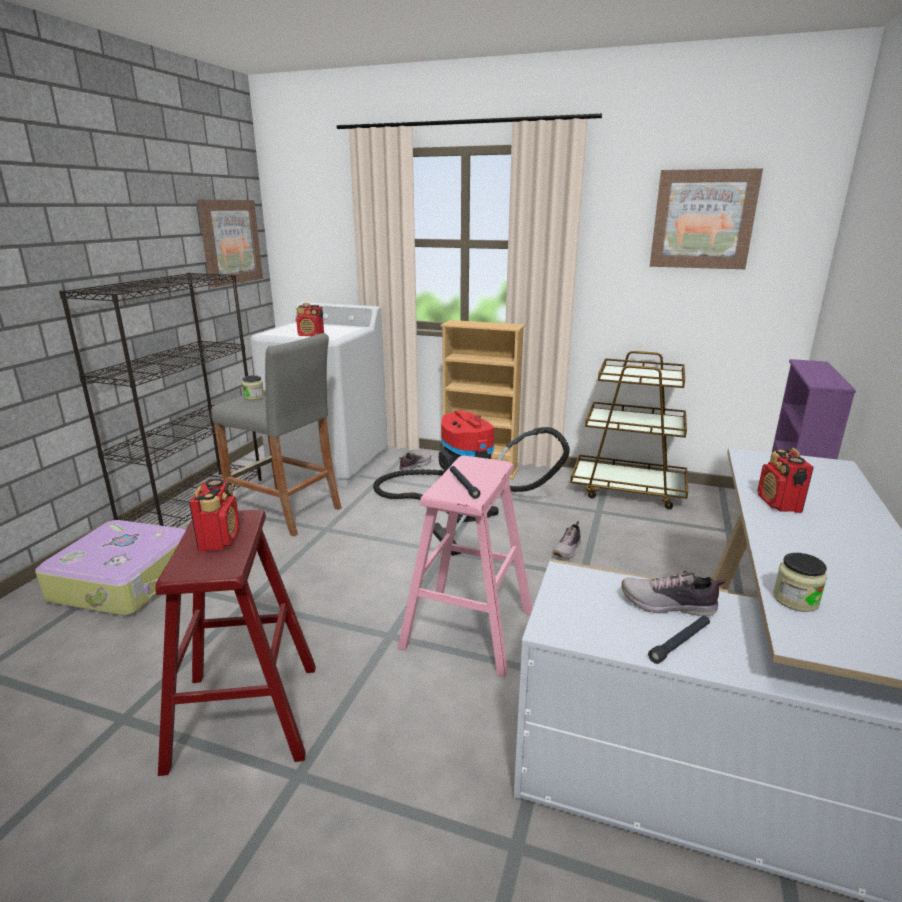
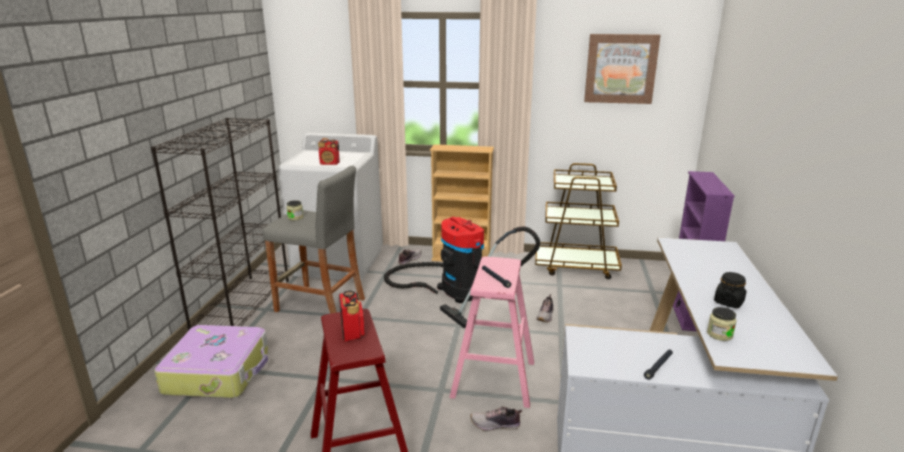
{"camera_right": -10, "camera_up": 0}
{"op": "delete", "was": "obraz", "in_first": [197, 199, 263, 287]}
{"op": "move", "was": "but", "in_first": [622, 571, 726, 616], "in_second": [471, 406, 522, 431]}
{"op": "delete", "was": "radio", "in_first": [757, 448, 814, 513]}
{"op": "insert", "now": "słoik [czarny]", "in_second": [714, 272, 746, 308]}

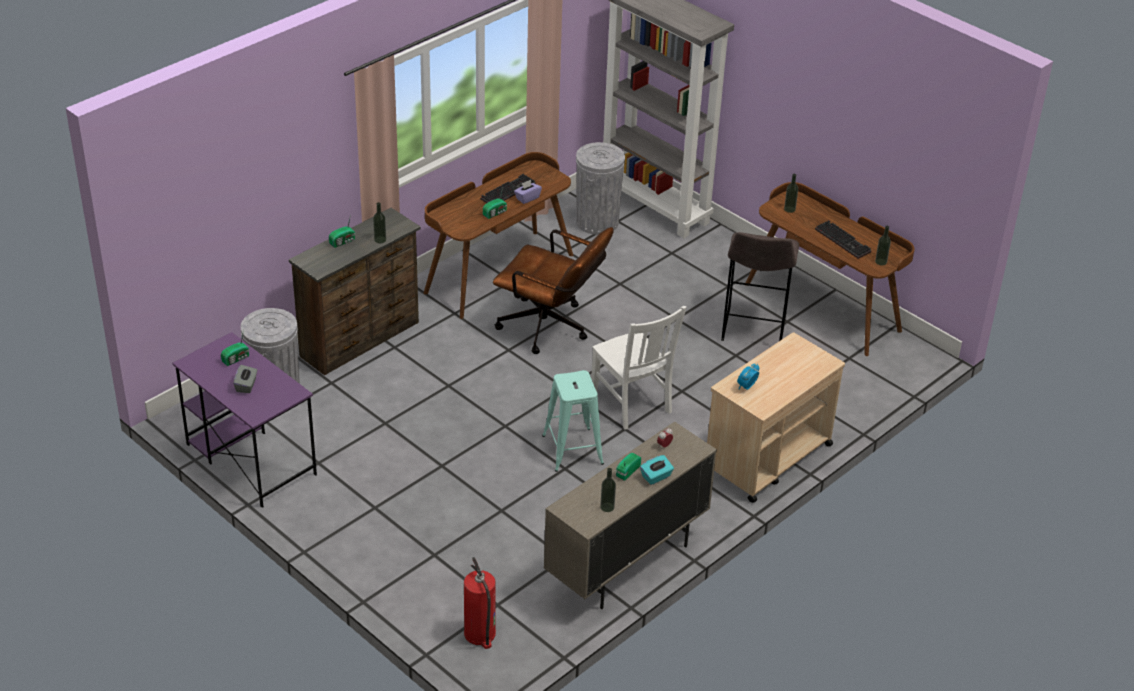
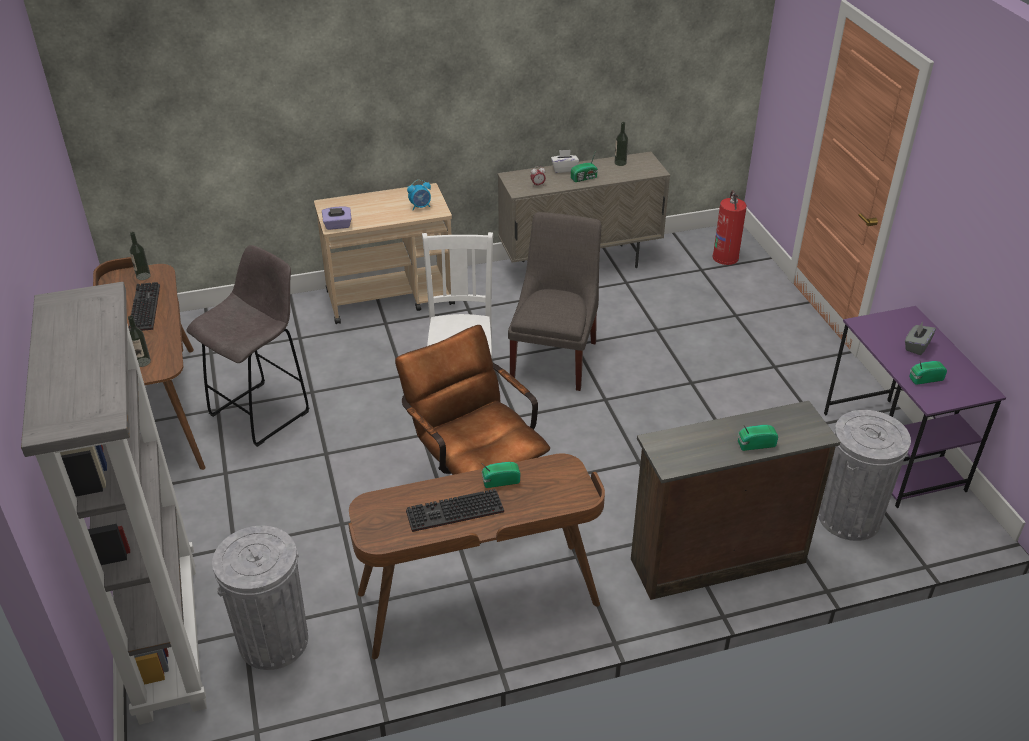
{"camera_right": -150, "camera_up": 0}
{"op": "delete", "was": "butelka", "in_first": [373, 202, 386, 243]}
{"op": "move", "was": "pudełko chusteczek [fioletowy]", "in_first": [514, 180, 542, 204], "in_second": [322, 207, 351, 230]}
{"op": "replace", "was": "stołek [turkusowy]", "now": "krzesło [szary]", "in_first": [542, 370, 604, 472], "in_second": [508, 212, 602, 391]}
{"op": "recolor", "was": "pudełko chusteczek [turkusowy]", "now": "pudełko chusteczek [biały]", "in_first": [640, 455, 674, 485], "in_second": [551, 150, 579, 173]}

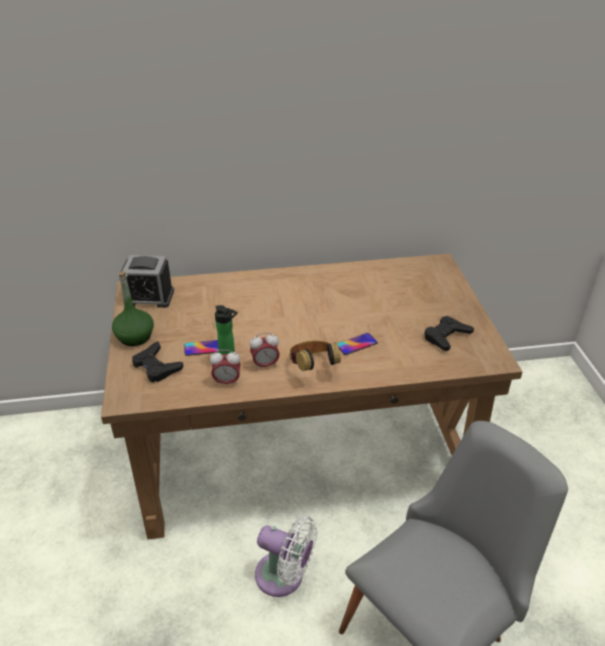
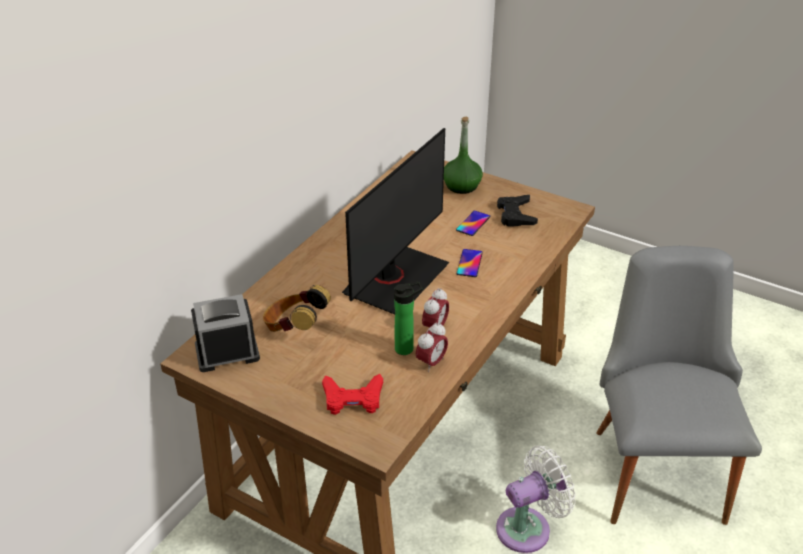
{"camera_right": -50, "camera_up": 0}
{"op": "move", "was": "butelka [zielony]", "in_first": [112, 271, 154, 346], "in_second": [444, 116, 483, 194]}
{"op": "rotate", "was": "budzik", "in_first": [121, 255, 174, 308], "in_second": [191, 294, 260, 372], "clockwise": -150}
{"op": "recolor", "was": "pad do gier [czarny]", "now": "pad do gier [czerwony]", "in_first": [132, 341, 183, 383], "in_second": [322, 374, 383, 415]}
{"op": "move", "was": "telefon", "in_first": [184, 340, 219, 356], "in_second": [456, 211, 490, 236]}
{"op": "move", "was": "słuchawki", "in_first": [290, 341, 341, 371], "in_second": [263, 285, 331, 332]}
{"op": "insert", "now": "monitor", "in_second": [342, 128, 449, 314]}

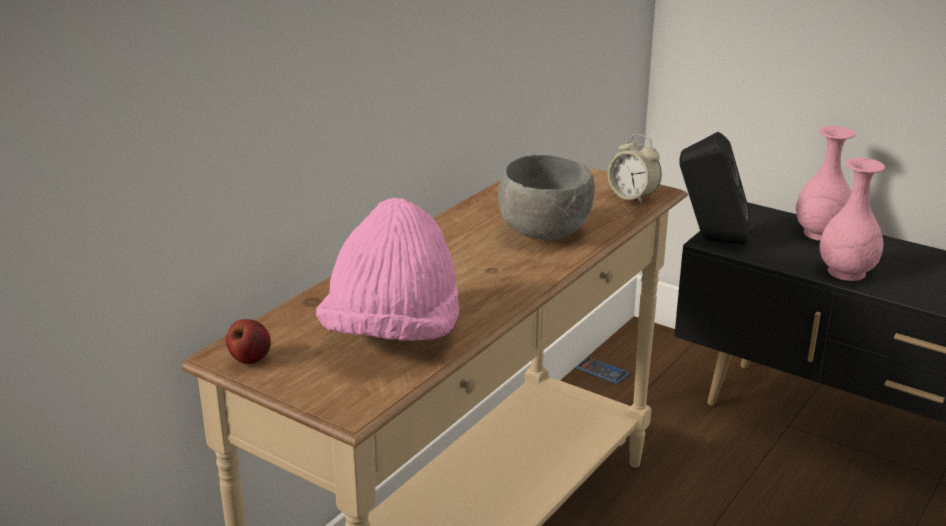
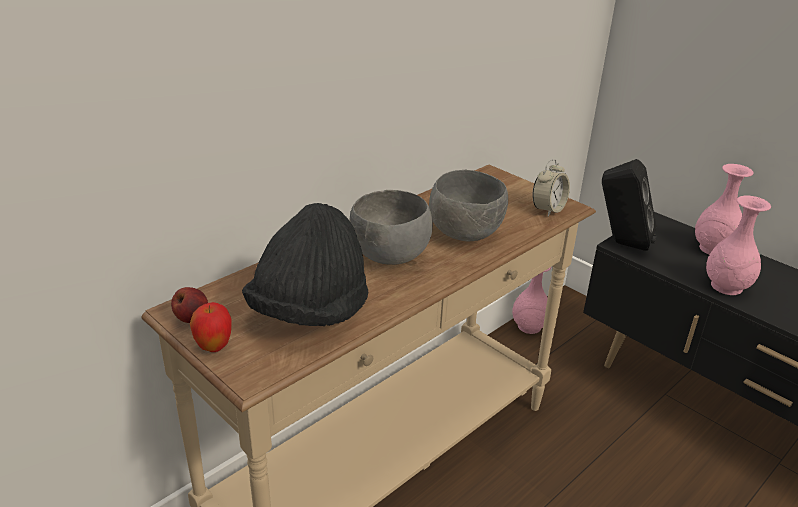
{"camera_right": 10, "camera_up": 5}
{"op": "recolor", "was": "kapelusz [różowy]", "now": "kapelusz [czarny]", "in_first": [316, 198, 459, 341], "in_second": [242, 203, 368, 326]}
{"op": "replace", "was": "telefon", "now": "wazon [różowy]", "in_first": [576, 357, 629, 384], "in_second": [512, 267, 551, 334]}
{"op": "rotate", "was": "budzik", "in_first": [608, 134, 662, 204], "in_second": [532, 159, 570, 217], "clockwise": -105}
{"op": "insert", "now": "jabłko", "in_second": [190, 302, 232, 352]}
{"op": "insert", "now": "miska [szary]", "in_second": [350, 190, 433, 265]}

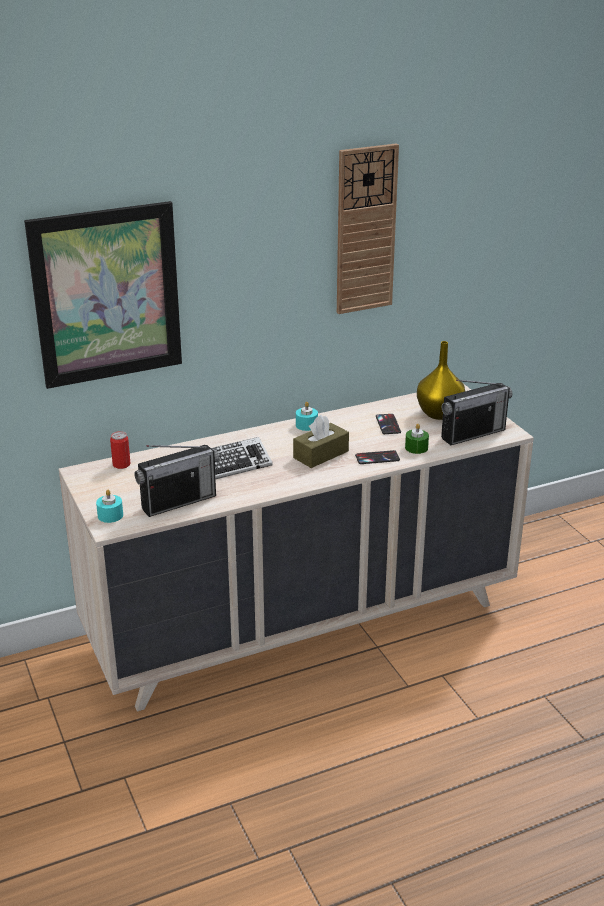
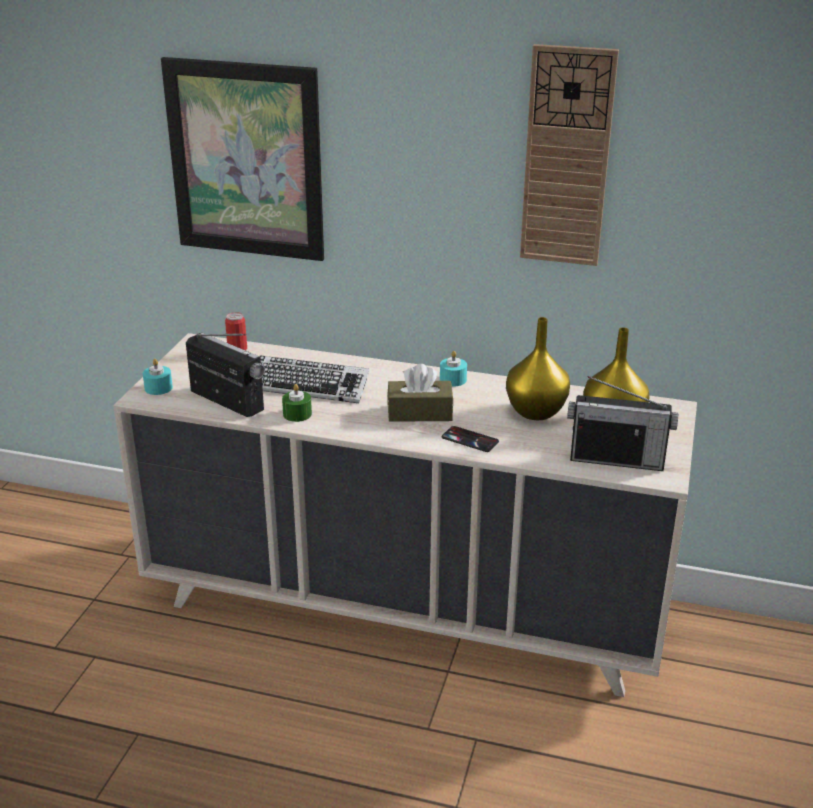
{"camera_right": 40, "camera_up": 0}
{"op": "rotate", "was": "radio", "in_first": [134, 445, 219, 517], "in_second": [186, 333, 265, 417], "clockwise": -150}
{"op": "replace", "was": "telefon", "now": "wazon [żółty]", "in_first": [376, 414, 401, 434], "in_second": [506, 317, 570, 420]}
{"op": "move", "was": "świeca [zielony]", "in_first": [405, 424, 429, 454], "in_second": [282, 384, 312, 422]}

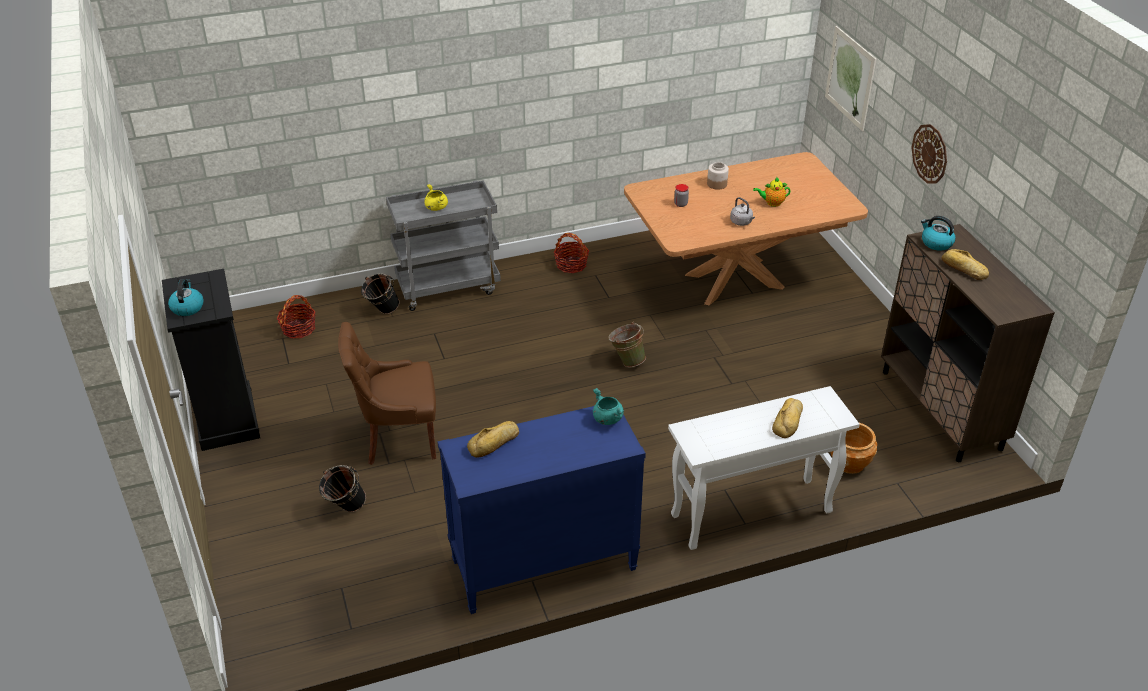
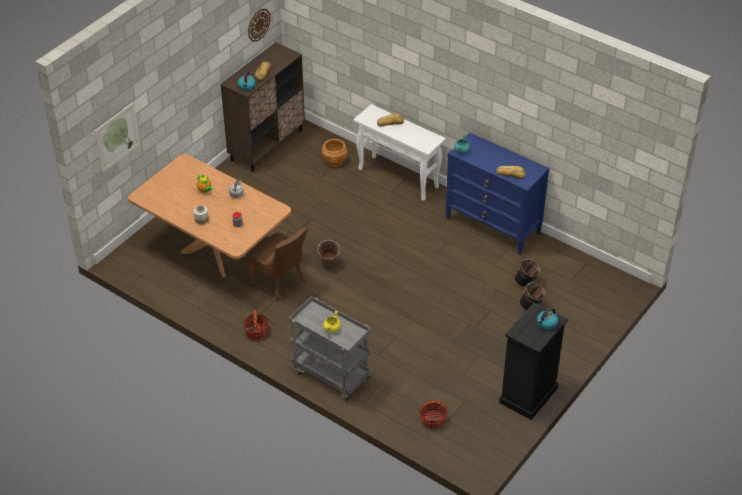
{"camera_right": -125, "camera_up": 5}
{"op": "move", "was": "krzesło [brązowy]", "in_first": [338, 322, 436, 465], "in_second": [246, 227, 308, 301]}
{"op": "move", "was": "wiadro [czarny]", "in_first": [361, 273, 400, 314], "in_second": [514, 259, 541, 287]}
{"op": "move", "was": "zegar ścienny", "in_first": [911, 124, 947, 183], "in_second": [248, 9, 271, 42]}

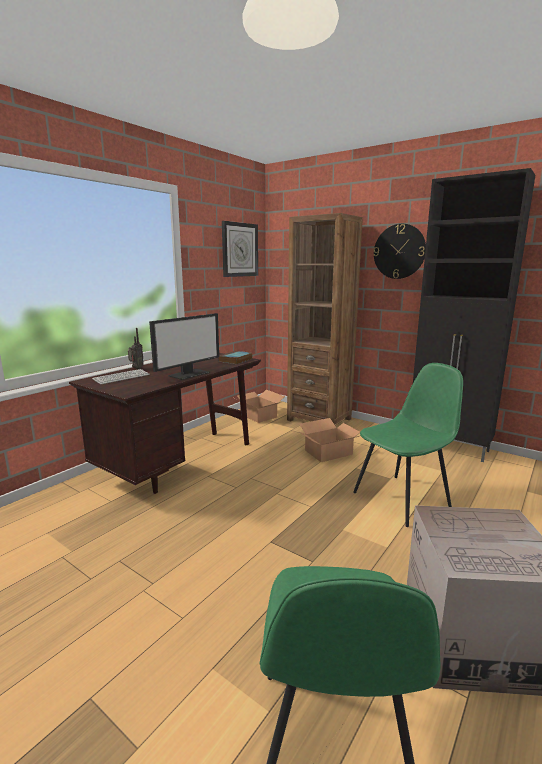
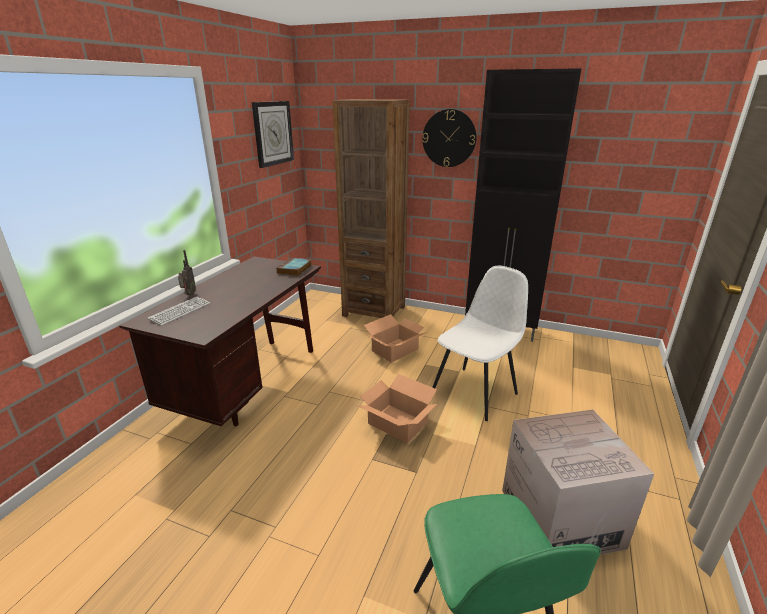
{"camera_right": -15, "camera_up": 10}
{"op": "delete", "was": "monitor", "in_first": [149, 313, 219, 380]}
{"op": "move", "was": "karton", "in_first": [237, 390, 285, 423], "in_second": [359, 374, 437, 443]}
{"op": "recolor", "was": "krzesło [zielony]", "now": "krzesło [biały]", "in_first": [353, 363, 463, 527], "in_second": [432, 266, 528, 421]}

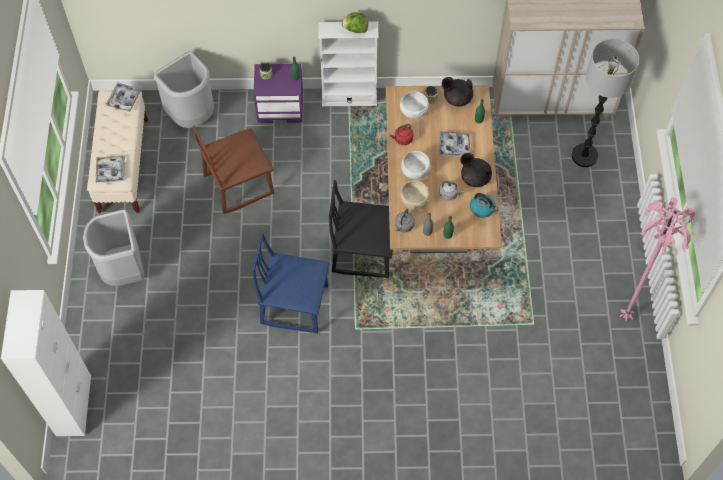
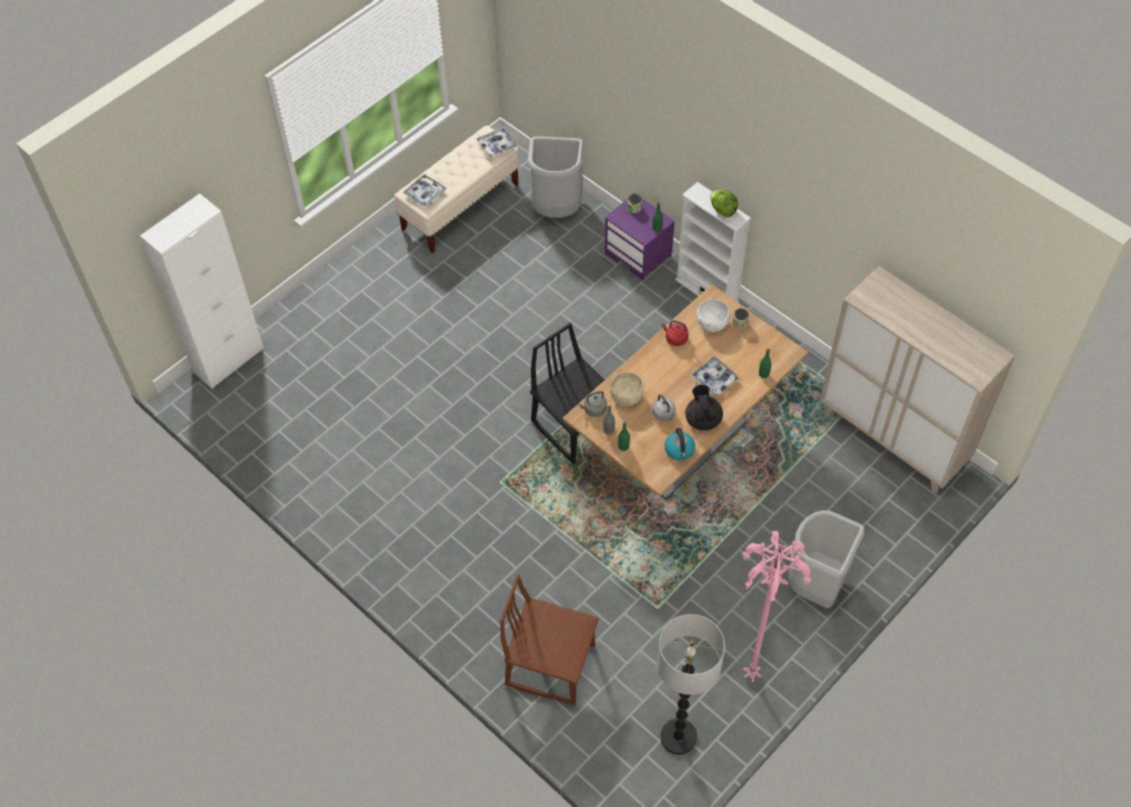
{"camera_right": 45, "camera_up": -5}
{"op": "move", "was": "kosz na śmieci [szary]", "in_first": [83, 209, 145, 286], "in_second": [788, 510, 864, 608]}
{"op": "move", "was": "krzesło [brązowy]", "in_first": [193, 126, 274, 214], "in_second": [500, 574, 599, 706]}
{"op": "delete", "was": "krzesło [niebieski]", "in_first": [252, 233, 330, 334]}
{"op": "delete", "was": "miska [biały]", "in_first": [401, 151, 430, 179]}
{"op": "delete", "was": "imbryk [czarny]", "in_first": [442, 77, 473, 106]}
{"op": "move", "was": "lampa stojąca", "in_first": [572, 39, 639, 167], "in_second": [657, 614, 725, 755]}

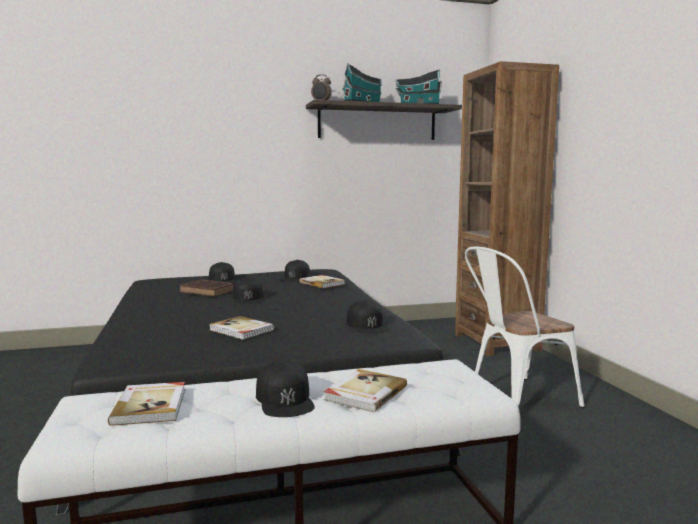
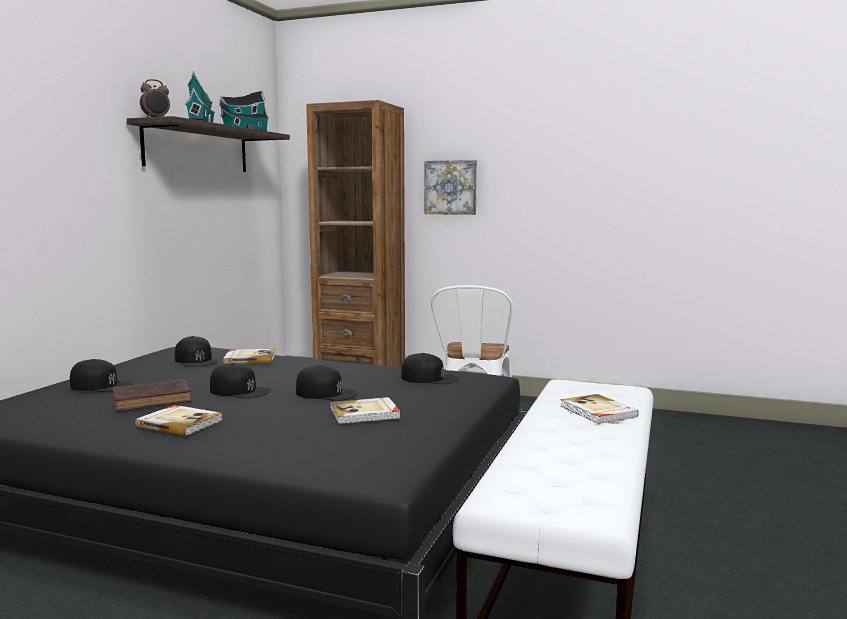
{"camera_right": -55, "camera_up": 0}
{"op": "move", "was": "książka", "in_first": [108, 382, 185, 426], "in_second": [135, 405, 223, 436]}
{"op": "move", "was": "czapka z daszkiem [czarny]", "in_first": [256, 359, 315, 417], "in_second": [296, 365, 358, 401]}
{"op": "insert", "now": "obraz", "in_second": [425, 160, 477, 215]}

